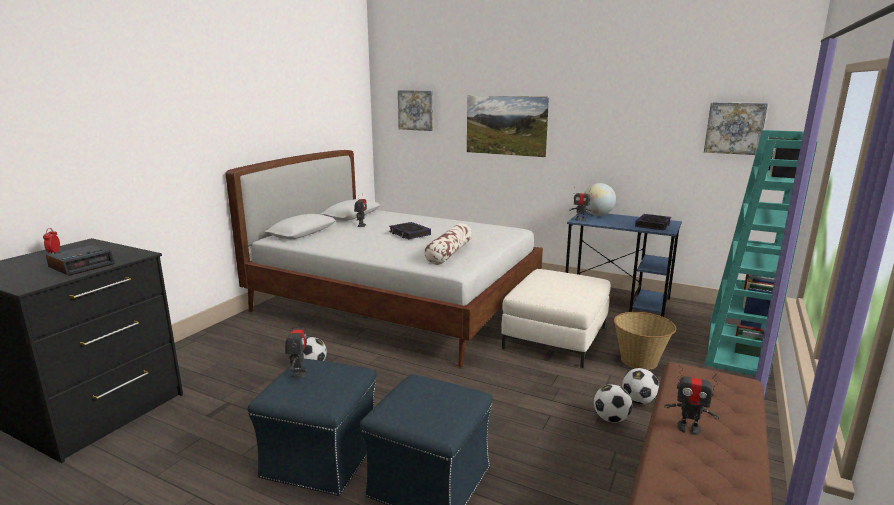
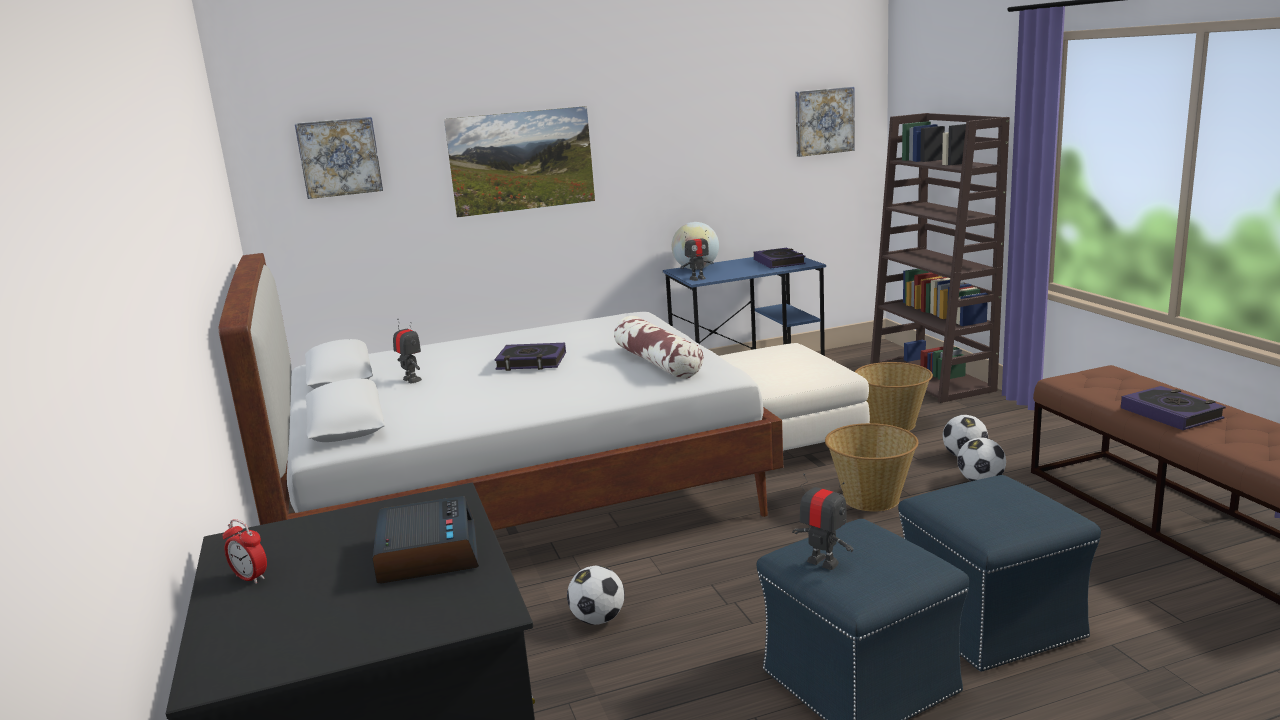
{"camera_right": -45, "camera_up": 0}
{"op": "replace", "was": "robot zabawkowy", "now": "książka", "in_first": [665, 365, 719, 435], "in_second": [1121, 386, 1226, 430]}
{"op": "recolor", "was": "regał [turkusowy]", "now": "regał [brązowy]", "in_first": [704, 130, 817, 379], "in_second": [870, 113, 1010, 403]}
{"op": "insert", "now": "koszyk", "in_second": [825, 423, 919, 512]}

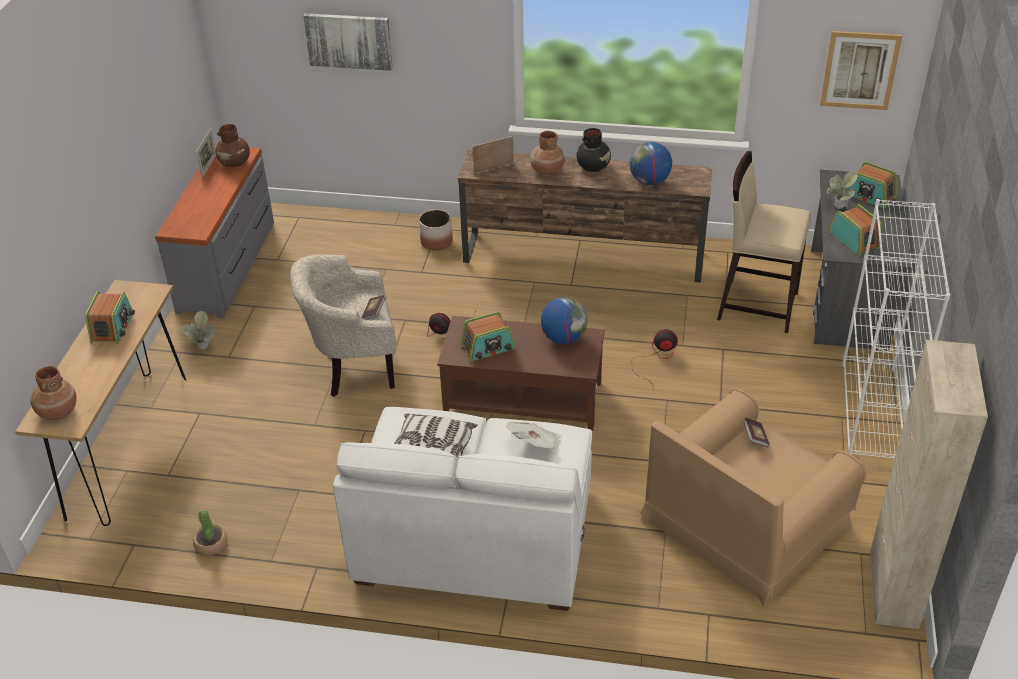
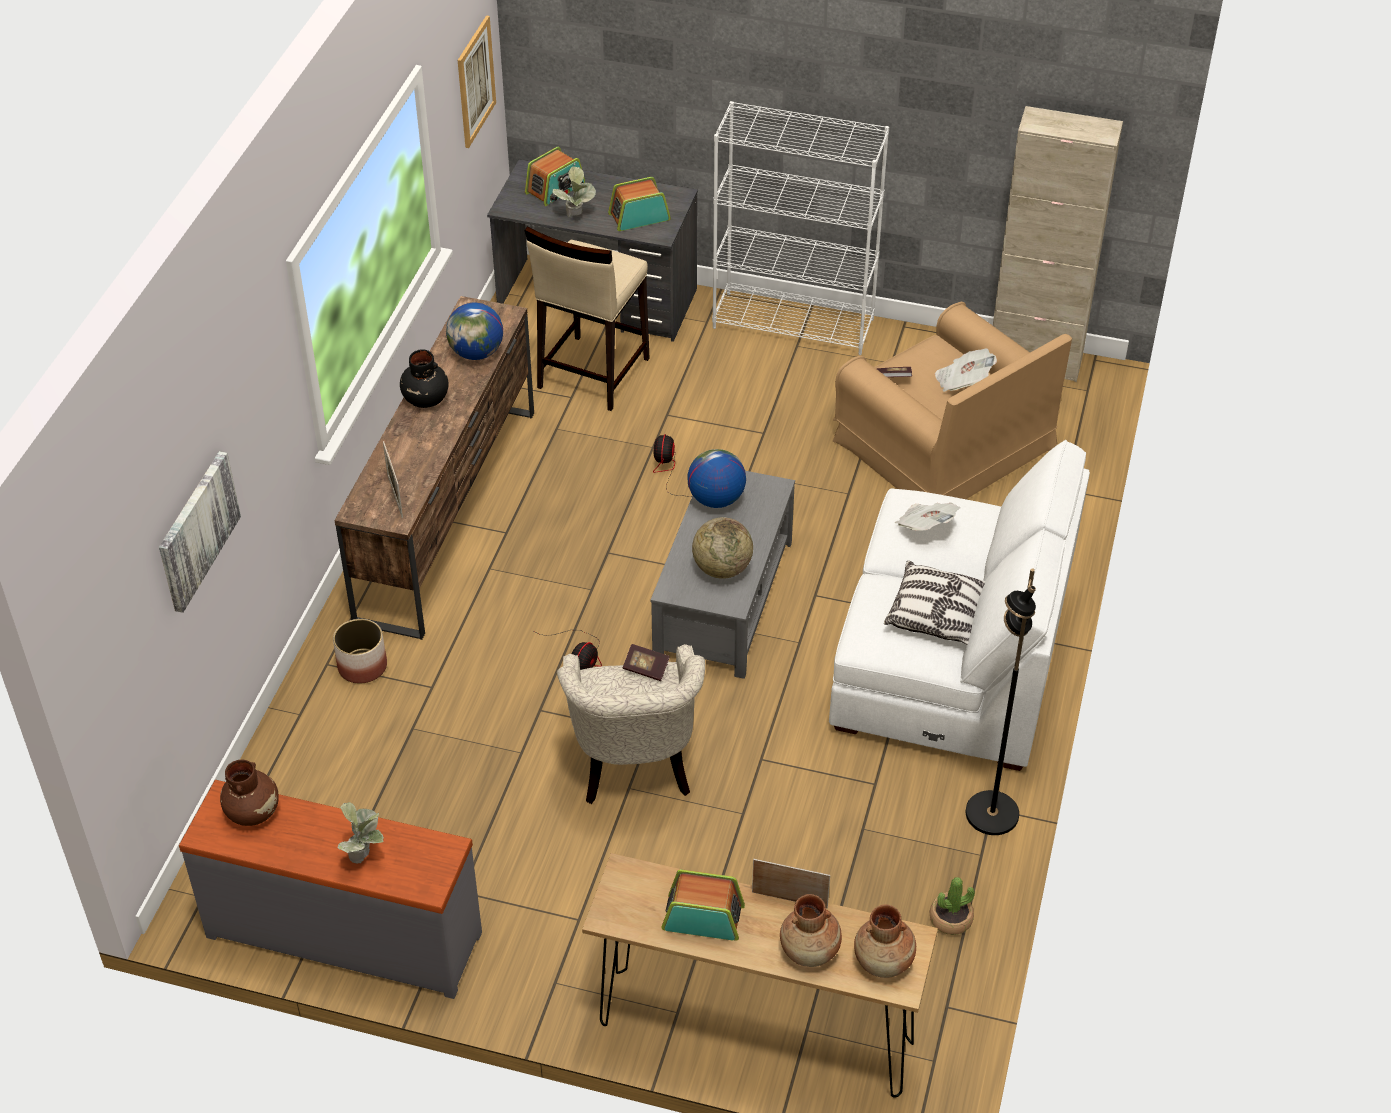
{"camera_right": -85, "camera_up": 5}
{"op": "move", "was": "roślina doniczkowa", "in_first": [181, 311, 215, 349], "in_second": [337, 801, 384, 863]}
{"op": "move", "was": "ramka na zdjęcie", "in_first": [196, 128, 216, 178], "in_second": [752, 859, 830, 908]}
{"op": "recolor", "was": "ława [brązowy]", "now": "ława [szary]", "in_first": [437, 316, 605, 431], "in_second": [651, 471, 795, 679]}
{"op": "replace", "was": "radio", "now": "globus", "in_first": [460, 311, 516, 362], "in_second": [692, 517, 753, 579]}
{"op": "move", "was": "wazon [brązowy]", "in_first": [530, 131, 565, 175], "in_second": [780, 894, 842, 967]}
{"op": "insert", "now": "gazeta", "in_second": [935, 349, 997, 392]}
{"op": "insert", "now": "lampa stojąca [czarny]", "in_second": [966, 568, 1036, 835]}

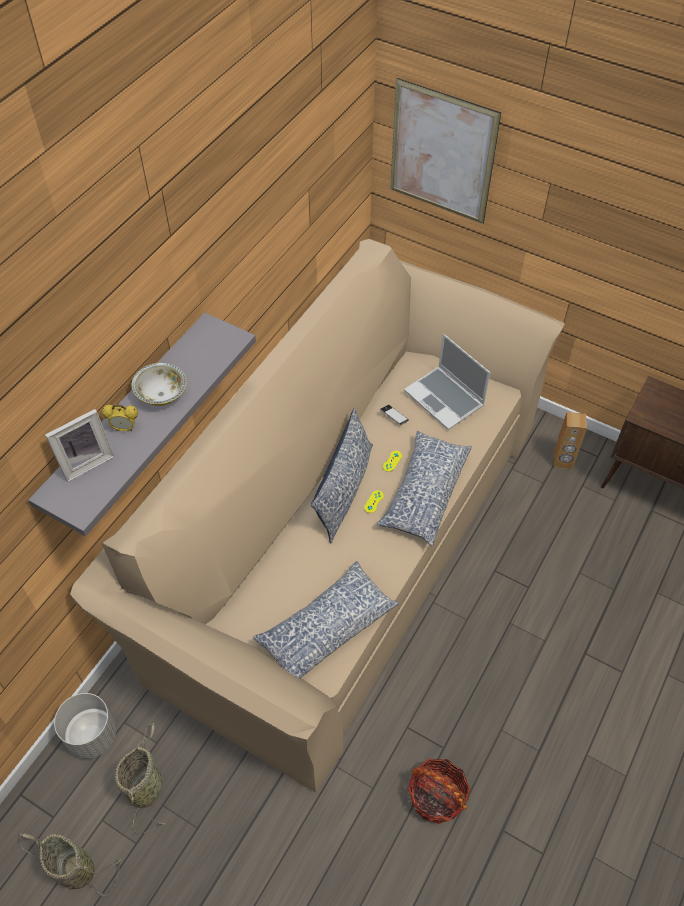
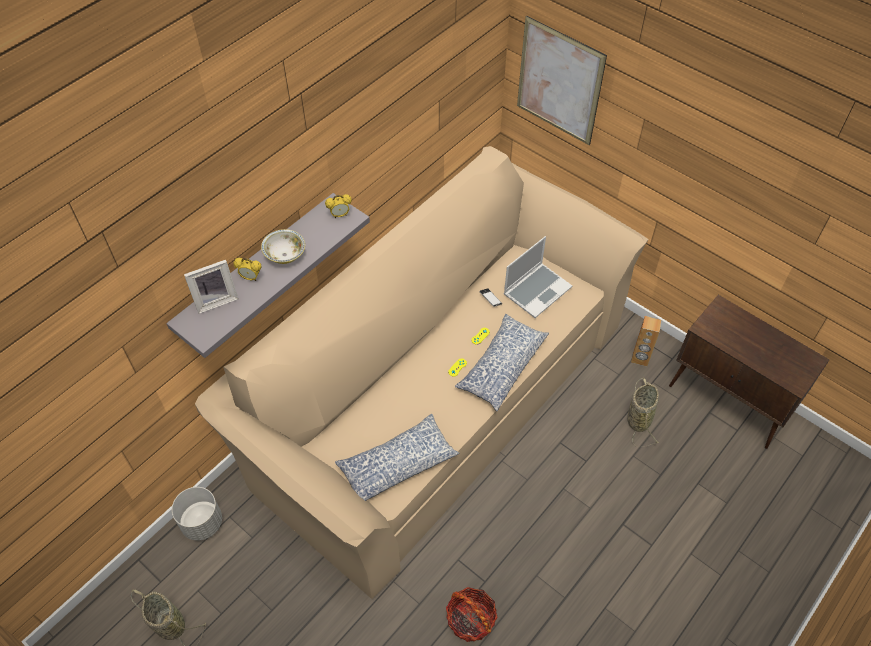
{"camera_right": 10, "camera_up": 0}
{"op": "move", "was": "koszyk", "in_first": [115, 723, 165, 833], "in_second": [627, 378, 659, 447]}
{"op": "delete", "was": "poduszka", "in_first": [311, 408, 373, 544]}
{"op": "rotate", "was": "laptop", "in_first": [404, 334, 490, 430], "in_second": [504, 236, 572, 318], "clockwise": -105}
{"op": "insert", "now": "budzik", "in_second": [325, 194, 352, 218]}

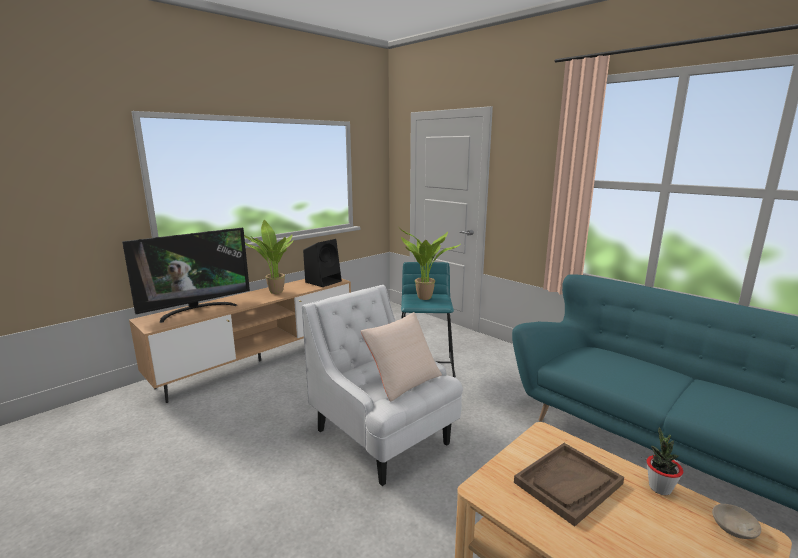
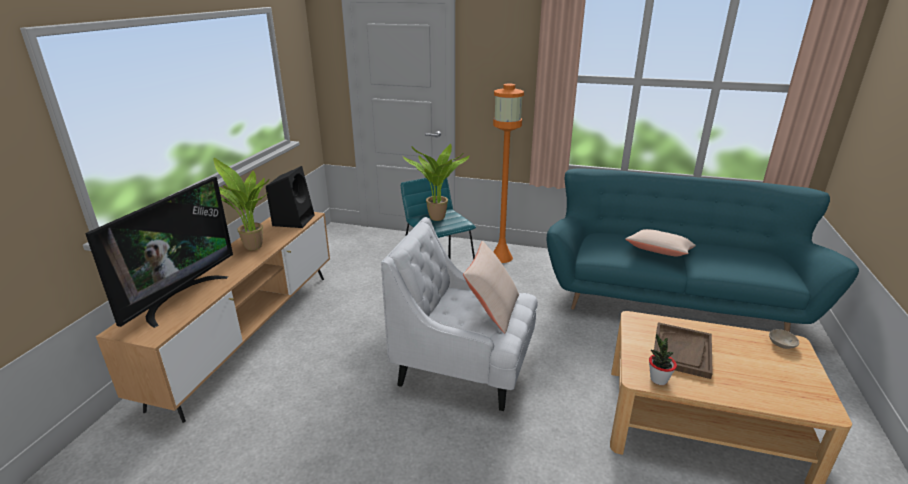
{"camera_right": -30, "camera_up": 10}
{"op": "move", "was": "roślina doniczkowa", "in_first": [647, 427, 683, 495], "in_second": [649, 333, 677, 385]}
{"op": "insert", "now": "lampa stojąca [pomarańczowy]", "in_second": [493, 84, 524, 263]}
{"op": "insert", "now": "poduszka [beżowy]", "in_second": [625, 229, 696, 256]}

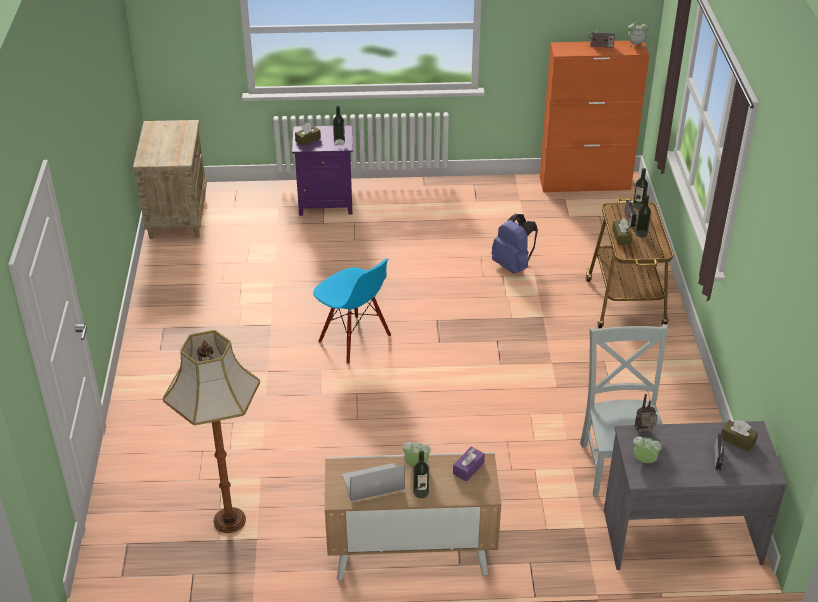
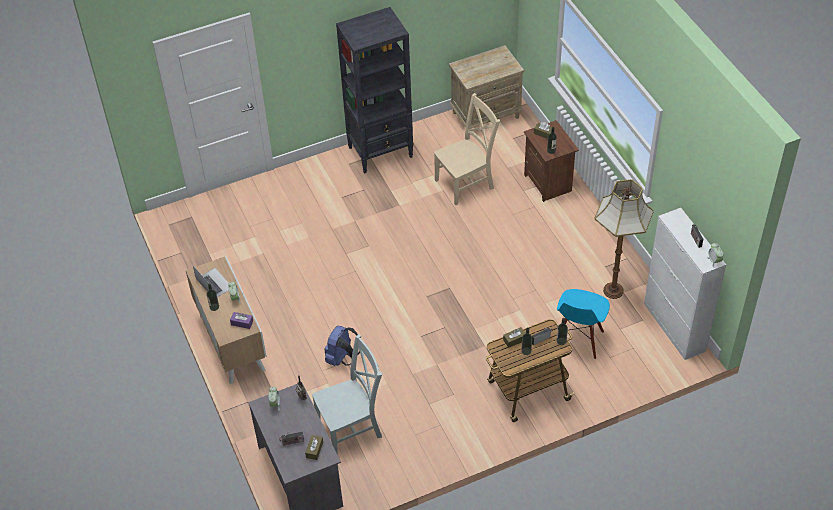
{"camera_right": 70, "camera_up": 10}
{"op": "move", "was": "lampa stojąca", "in_first": [163, 330, 260, 533], "in_second": [594, 179, 654, 299]}
{"op": "recolor", "was": "szafka nocna [fioletowy]", "now": "szafka nocna [brązowy]", "in_first": [292, 125, 353, 216], "in_second": [524, 120, 579, 202]}
{"op": "move", "was": "krzesło [niebieski]", "in_first": [313, 259, 391, 364], "in_second": [557, 289, 610, 359]}
{"op": "move", "was": "plecak [niebieski]", "in_first": [491, 214, 538, 274], "in_second": [325, 326, 360, 366]}
{"op": "recolor", "was": "szafka [pomarańczowy]", "now": "szafka [biały]", "in_first": [540, 41, 650, 192], "in_second": [644, 208, 726, 360]}
{"op": "insert", "now": "regał [czarny]", "in_second": [336, 7, 413, 174]}
{"op": "insert", "now": "krzesło [beżowy]", "in_second": [433, 93, 500, 205]}

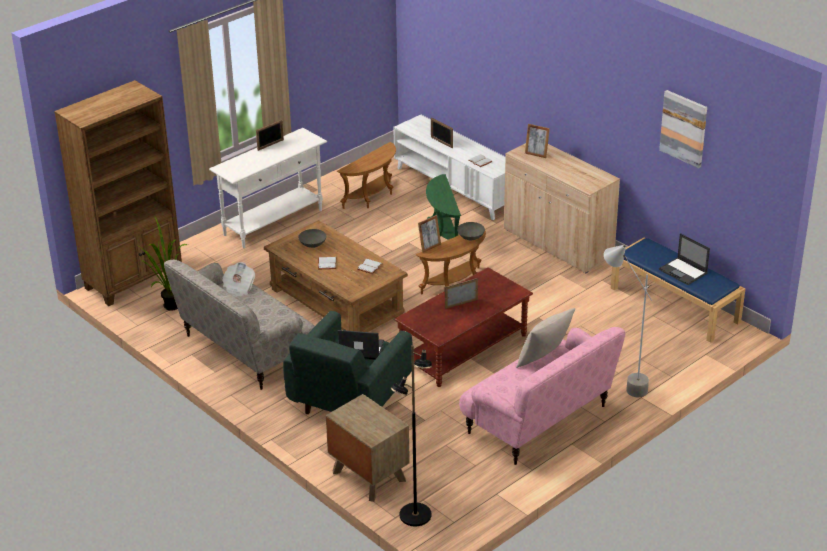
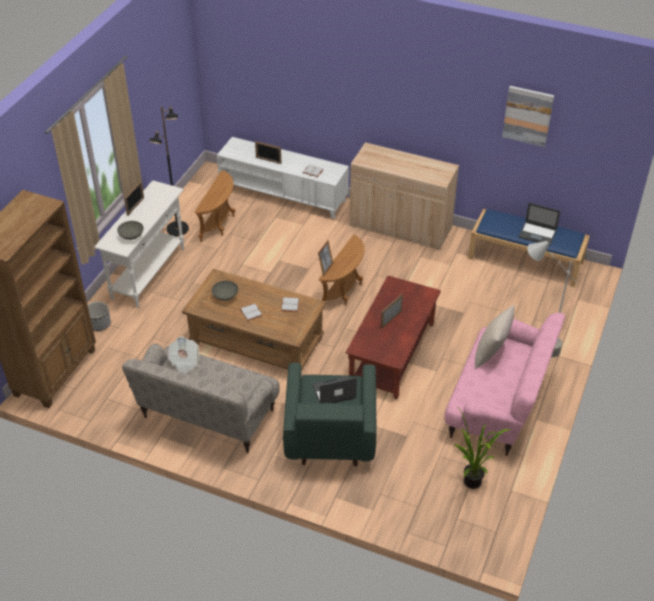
{"camera_right": -25, "camera_up": 10}
{"op": "move", "was": "roślina doniczkowa", "in_first": [139, 216, 188, 311], "in_second": [454, 409, 510, 489]}
{"op": "delete", "was": "szafka nocna [brązowy]", "in_first": [326, 394, 410, 502]}
{"op": "move", "was": "lampa stojąca [czarny]", "in_first": [391, 345, 432, 526], "in_second": [149, 106, 189, 236]}
{"op": "delete", "was": "stolik [zielony]", "in_first": [426, 174, 461, 240]}
{"op": "move", "was": "miska [szary]", "in_first": [457, 222, 485, 241], "in_second": [117, 221, 144, 240]}
{"op": "delete", "was": "ramka na zdjęcie", "in_first": [525, 124, 550, 158]}
{"op": "insert", "now": "donica", "in_second": [88, 301, 111, 331]}

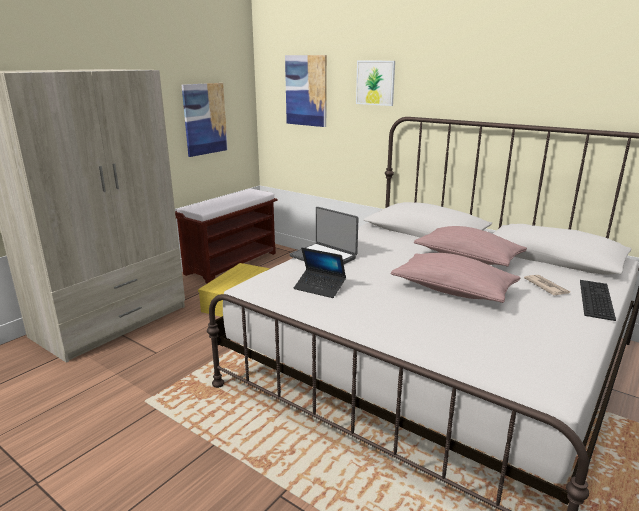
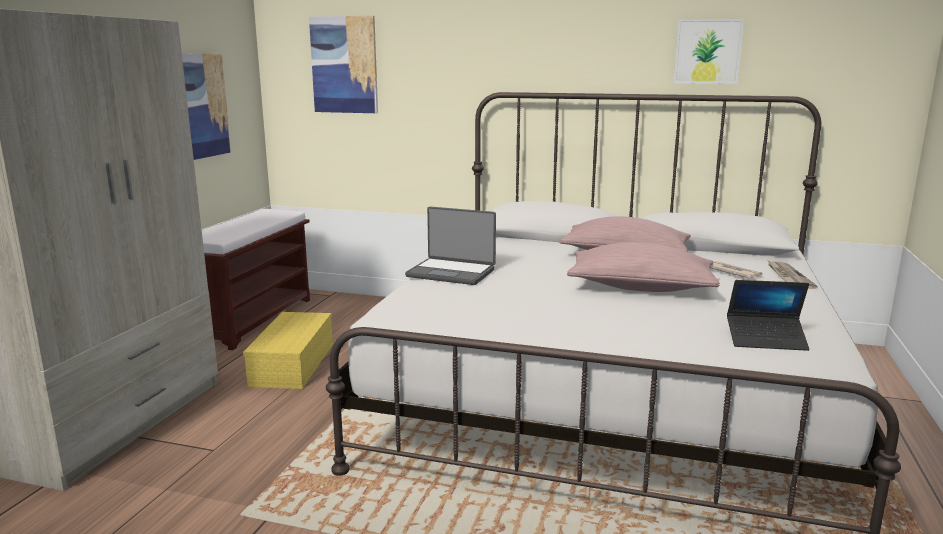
{"camera_right": -20, "camera_up": -5}
{"op": "move", "was": "laptop", "in_first": [294, 248, 346, 298], "in_second": [727, 280, 809, 351]}
{"op": "move", "was": "obraz", "in_first": [356, 61, 395, 106], "in_second": [674, 19, 744, 84]}
{"op": "replace", "was": "klawiatura", "now": "gazeta", "in_first": [580, 280, 616, 321], "in_second": [767, 260, 818, 289]}

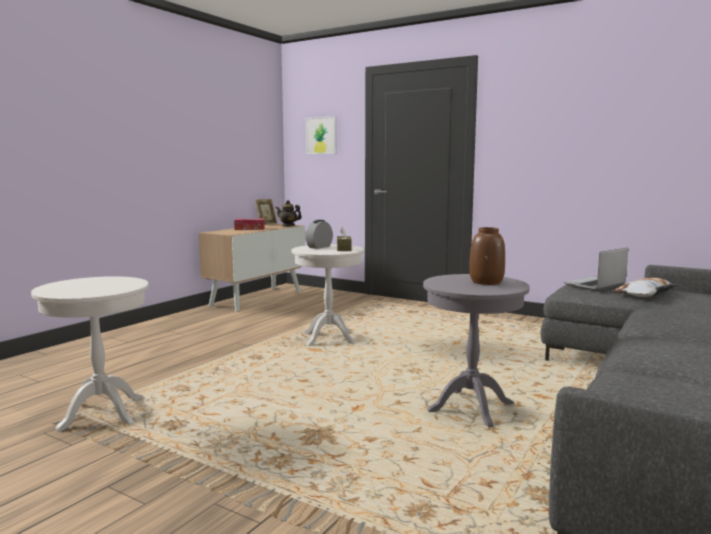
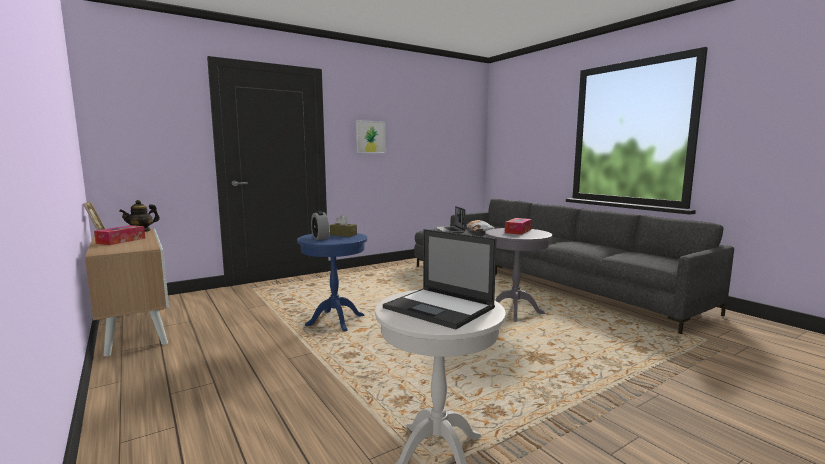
{"camera_right": -65, "camera_up": 0}
{"op": "recolor", "was": "stolik [biały]", "now": "stolik [niebieski]", "in_first": [292, 244, 365, 346], "in_second": [297, 232, 367, 331]}
{"op": "move", "was": "obraz", "in_first": [306, 116, 337, 154], "in_second": [356, 120, 386, 153]}
{"op": "replace", "was": "wazon [brązowy]", "now": "pudełko chusteczek", "in_first": [469, 227, 505, 285], "in_second": [505, 218, 532, 235]}
{"op": "insert", "now": "laptop", "in_second": [383, 229, 496, 329]}

